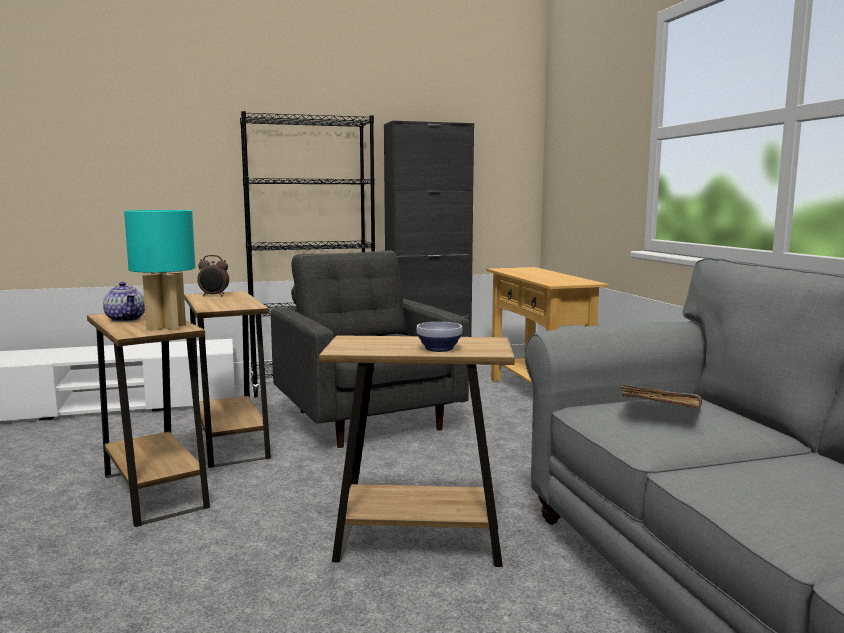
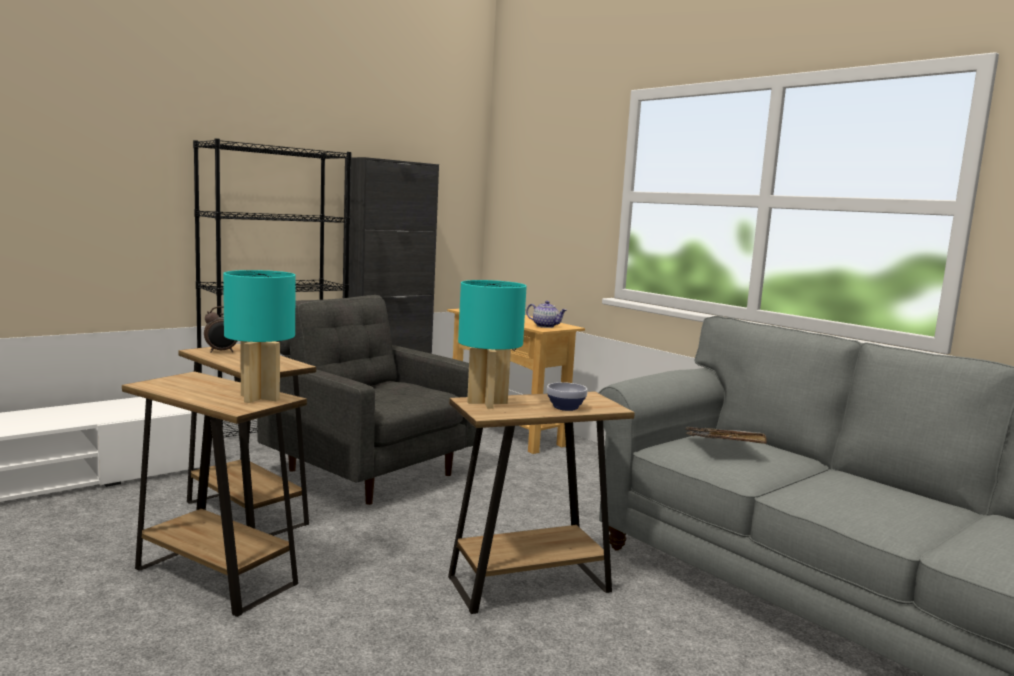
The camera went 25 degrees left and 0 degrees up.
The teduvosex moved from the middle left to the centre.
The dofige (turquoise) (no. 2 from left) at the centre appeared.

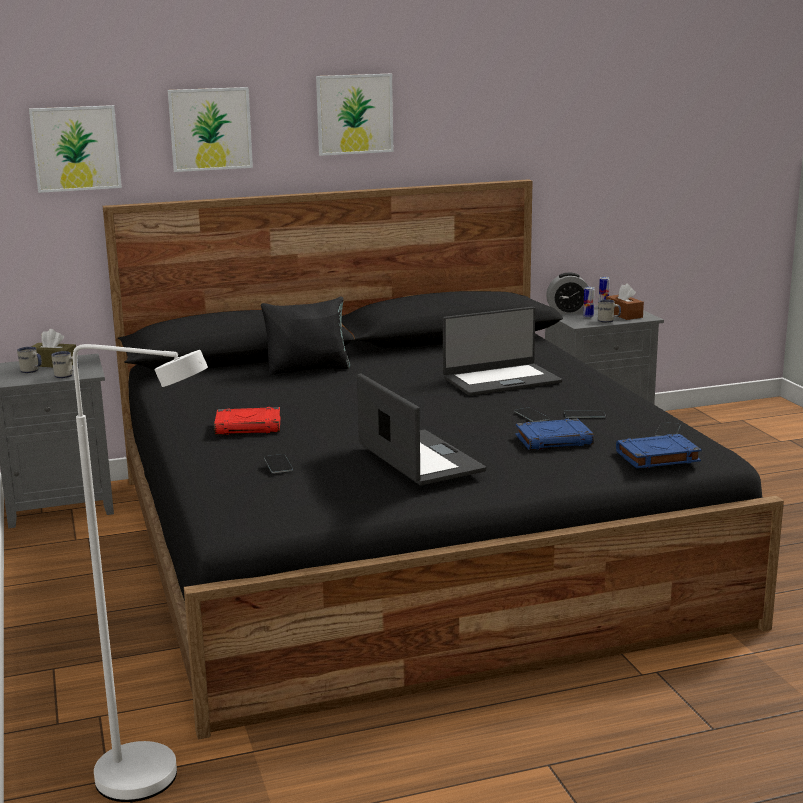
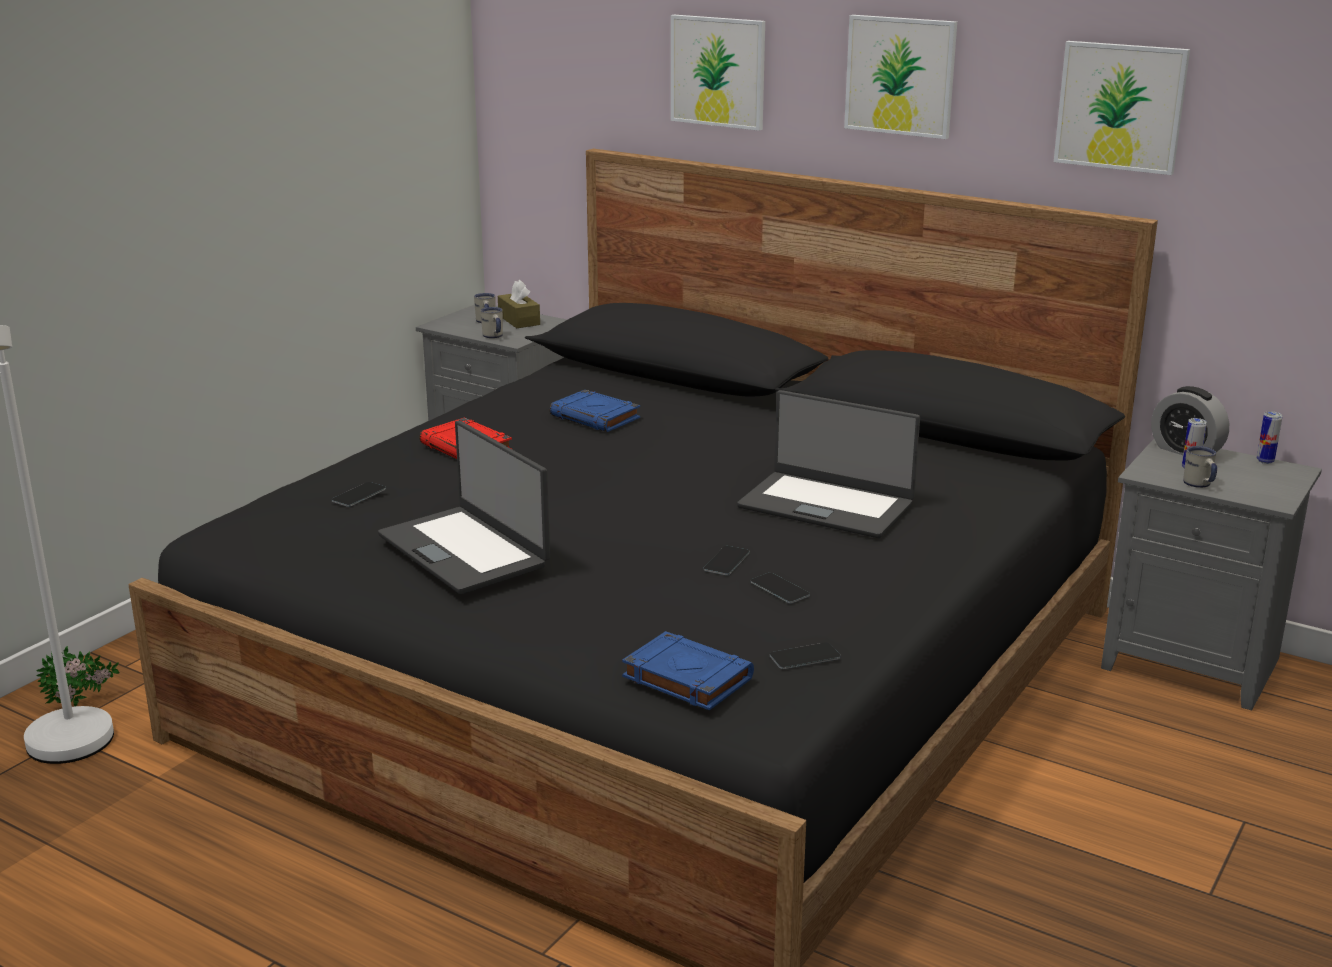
The camera went 50 degrees right and 5 degrees up.
The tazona (no. 1 from left in the first image) moved from the top left to the top right.
The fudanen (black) at the centre disappeared.
The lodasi (no. 1 from left) at the centre turned 120 degrees clockwise.
The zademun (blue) (no. 1 from left) moved from the middle right to the centre.
The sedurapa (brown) (no. 2 from left) at the middle right disappeared.
The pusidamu at the bottom left appeared.

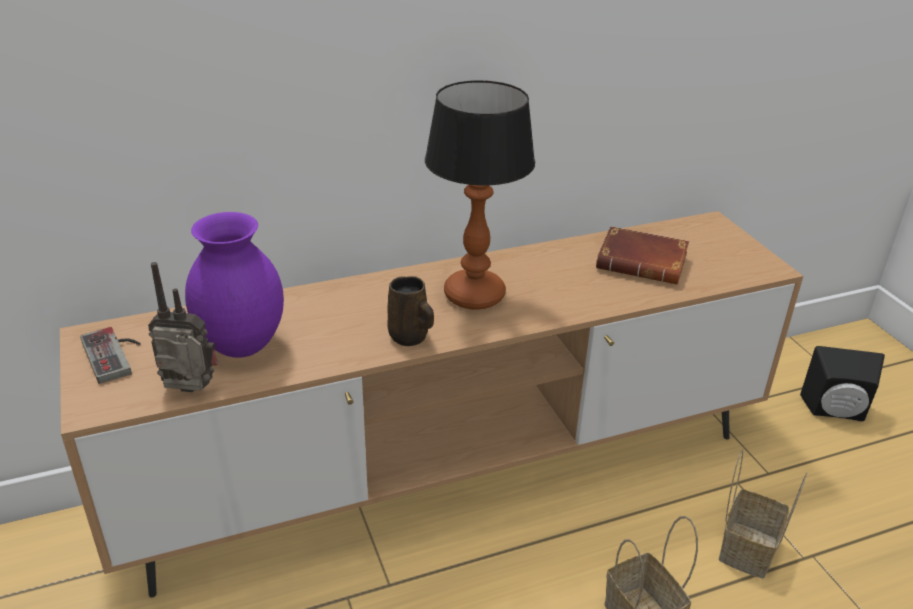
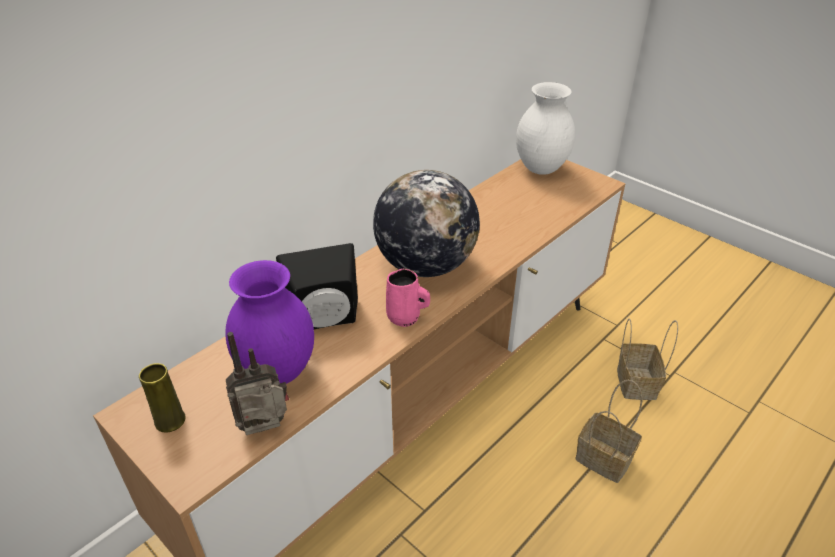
The camera went 25 degrees left and 5 degrees up.
The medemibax at the middle left was replaced by the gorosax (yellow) at the bottom left.
The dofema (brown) at the centre became the dofema (pink) at the centre.
The dofige at the top centre was replaced by the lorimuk at the centre.
The zademun (brown) at the middle right disappeared.
The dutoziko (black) moved from the middle right to the centre.
The gorosax (white) at the top centre appeared.

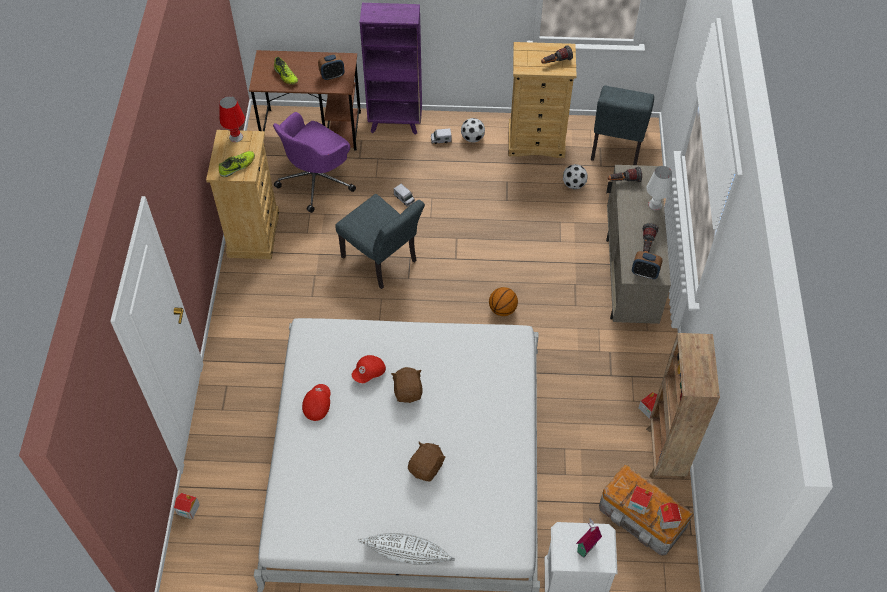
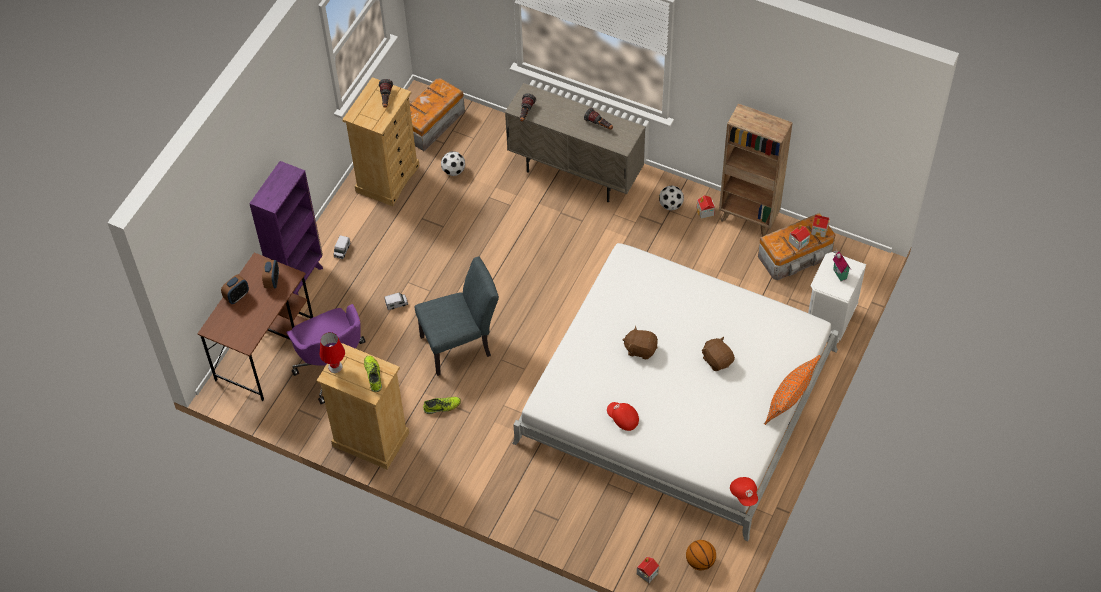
The camera went 65 degrees left and 0 degrees up.
The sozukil (no. 2 from left) moved from the top left to the bottom centre.
The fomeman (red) (no. 2 from left) moved from the centre to the bottom right.
The fudanen (white) at the bottom centre became the fudanen (orange) at the middle right.
The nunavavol (no. 1 from left in the first image) moved from the top centre to the centre.
The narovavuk moved from the centre to the bottom centre.
The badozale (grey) (no. 2 from left) at the top right was replaced by the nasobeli (no. 1 from left) at the top centre.
The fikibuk (no. 2 from left in the first image) moved from the middle right to the middle left.
The dofige (white) at the top right disappeared.

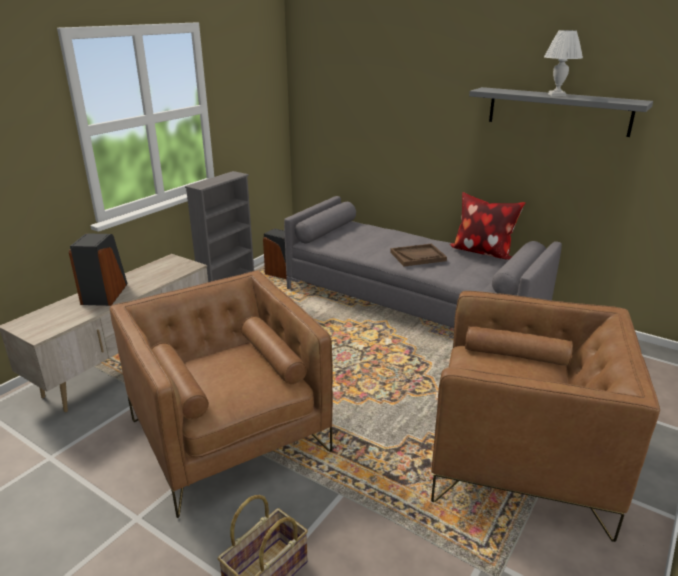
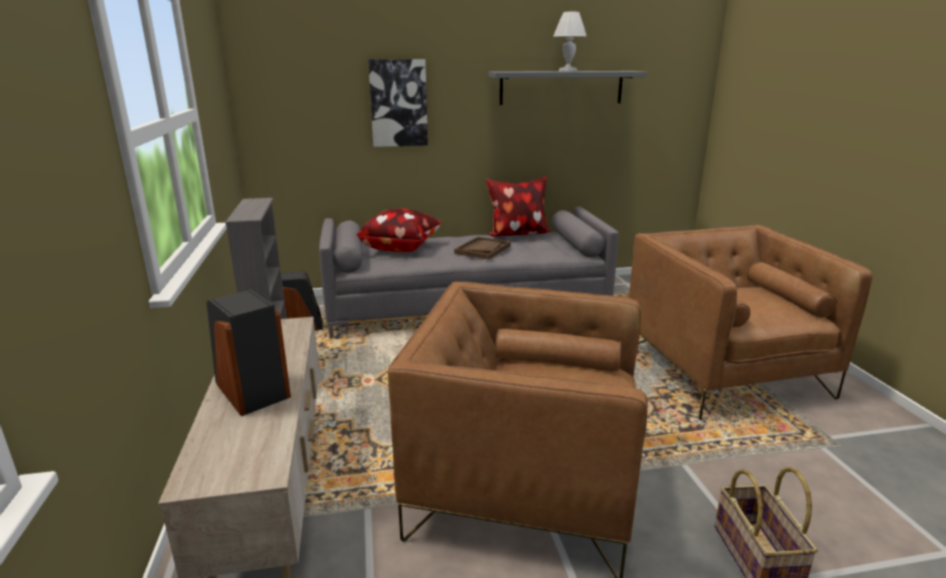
The camera went 45 degrees left and 5 degrees down.
The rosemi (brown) (no. 2 from left) at the bottom right turned 75 degrees counterclockwise.
The fudanen (no. 1 from left) at the centre appeared.
The tazona at the top centre appeared.

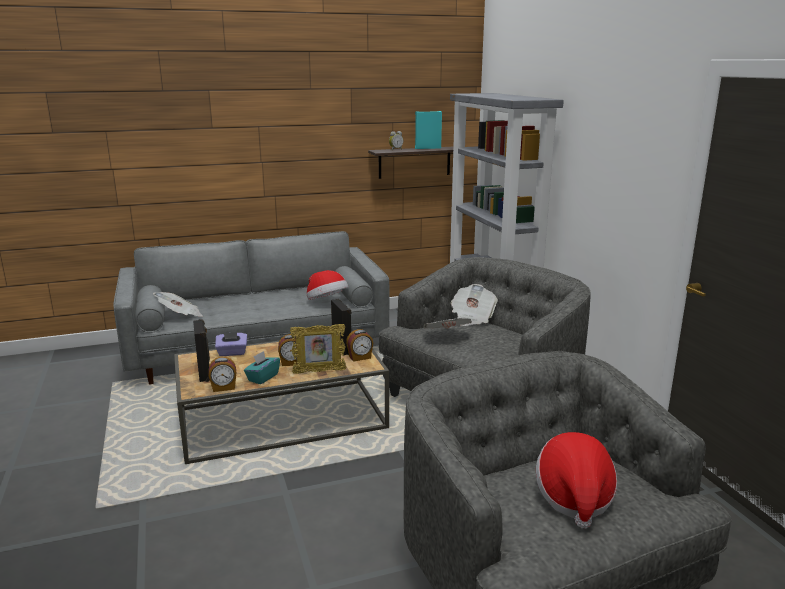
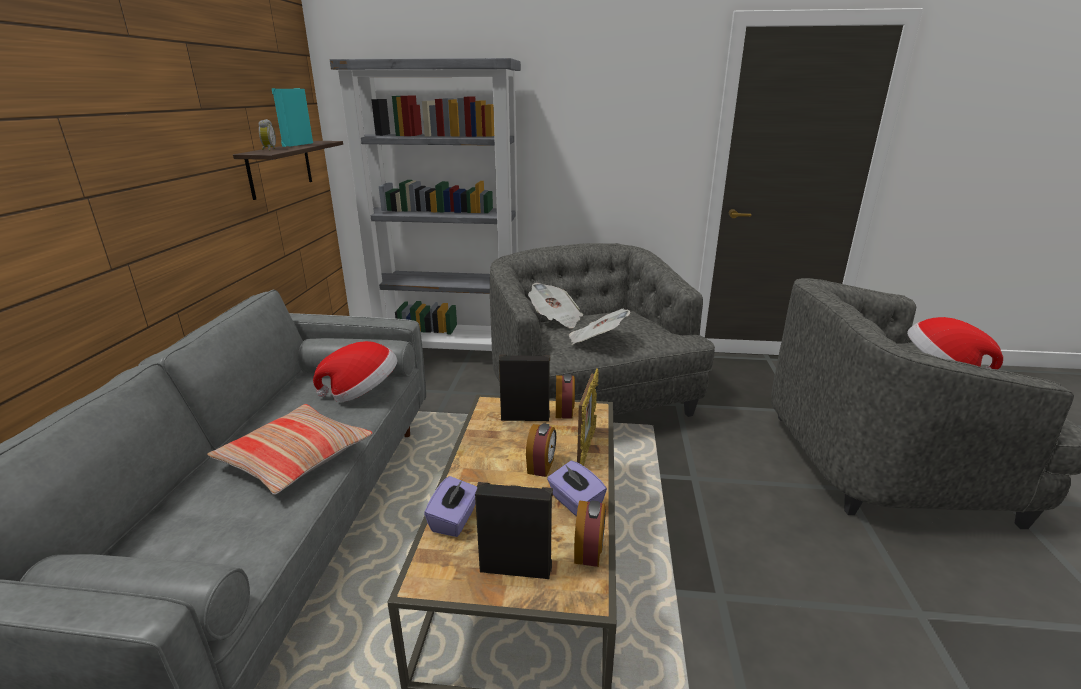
The camera went 65 degrees left and 5 degrees up.
The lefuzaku (no. 1 from left) at the middle left disappeared.
The sedurapa (turquoise) at the centre became the sedurapa (purple) (no. 2 from left) at the bottom centre.
The fudanen at the middle left appeared.

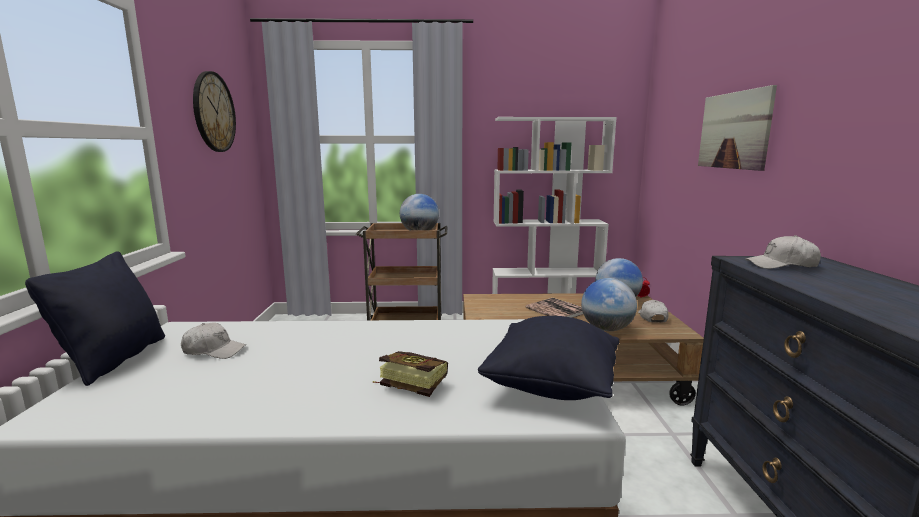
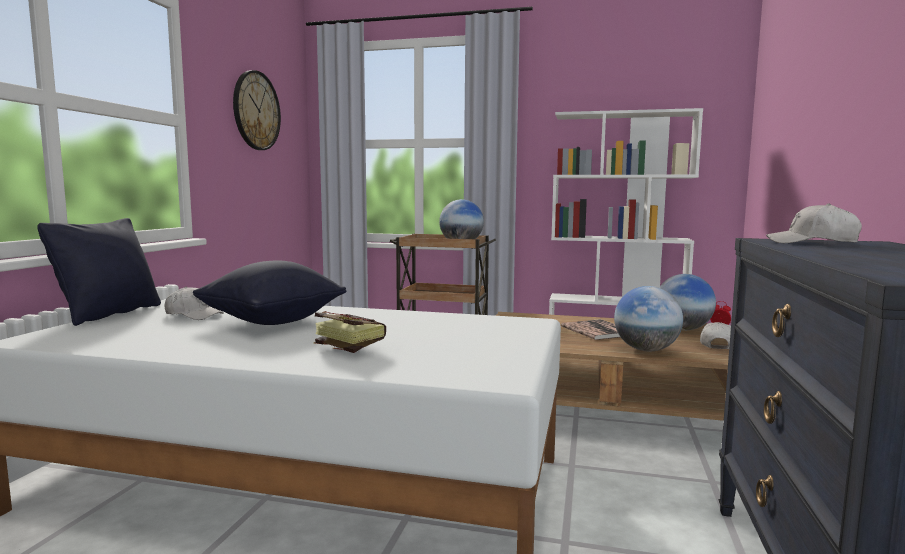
The camera went 15 degrees right and 5 degrees down.
The fudanen (black) (no. 2 from left) moved from the bottom centre to the middle left.
The tazona at the top right disappeared.

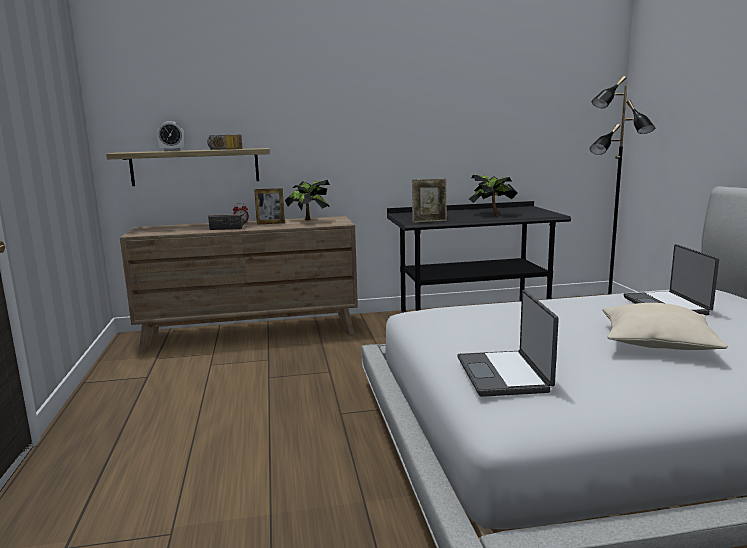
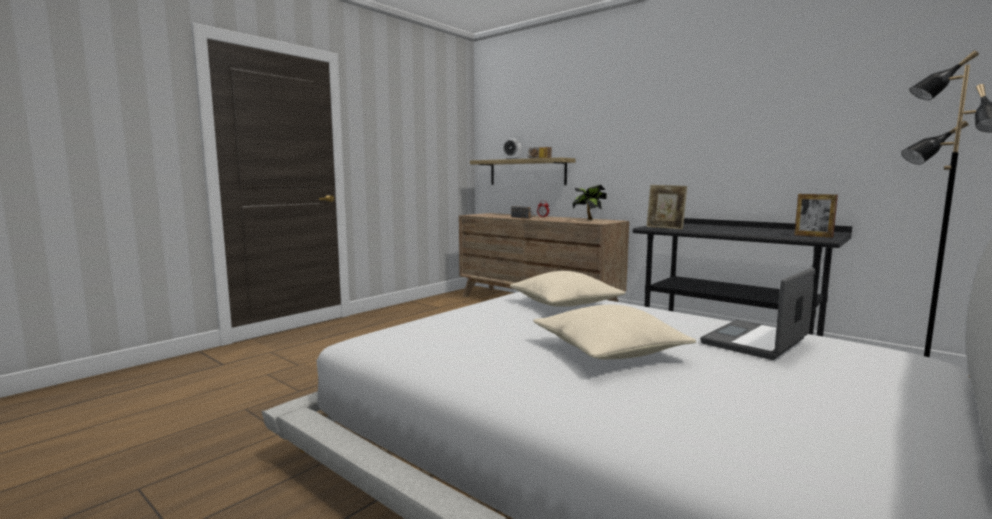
The camera went 50 degrees right and 5 degrees down.
The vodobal (no. 1 from left in the first image) moved from the centre to the middle right.
The lodasi (no. 1 from left) at the middle right disappeared.
The pusidamu (no. 2 from left) at the centre disappeared.
The fudanen (beige) (no. 1 from left) at the centre appeared.

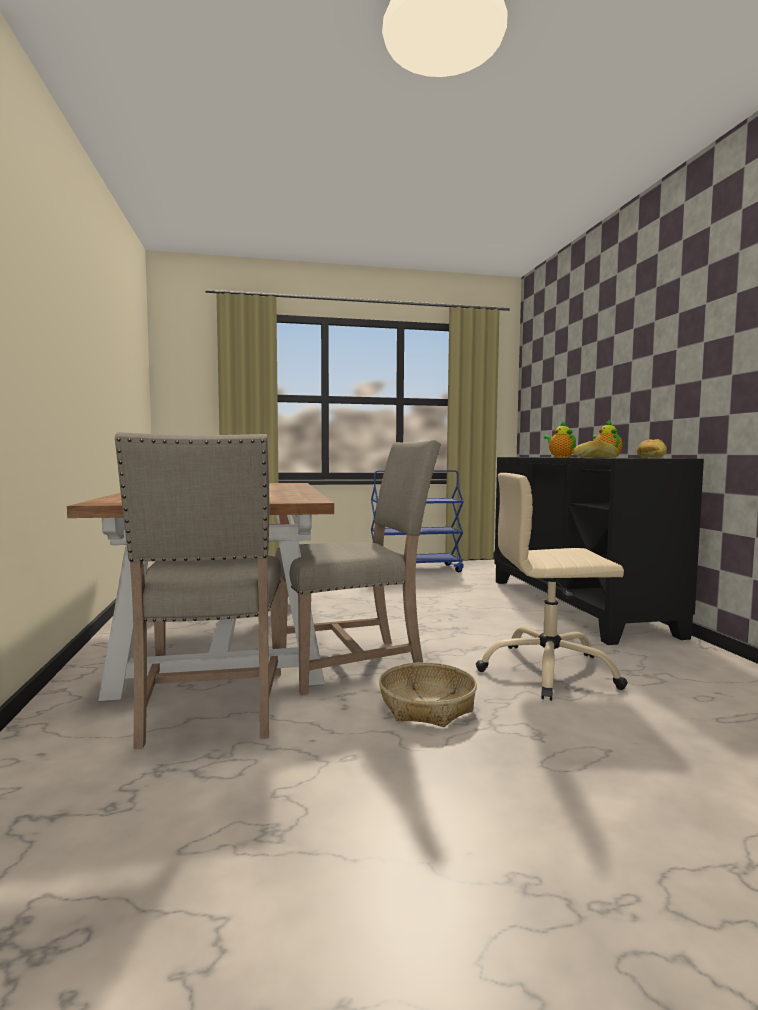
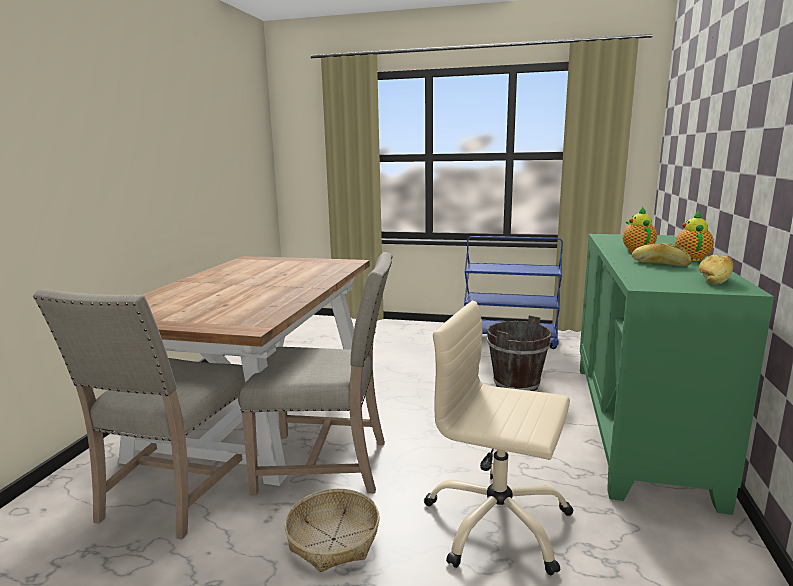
The camera went 25 degrees right and 10 degrees up.
The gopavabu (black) at the middle right became the gopavabu (green) at the middle right.
The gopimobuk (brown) at the centre appeared.

